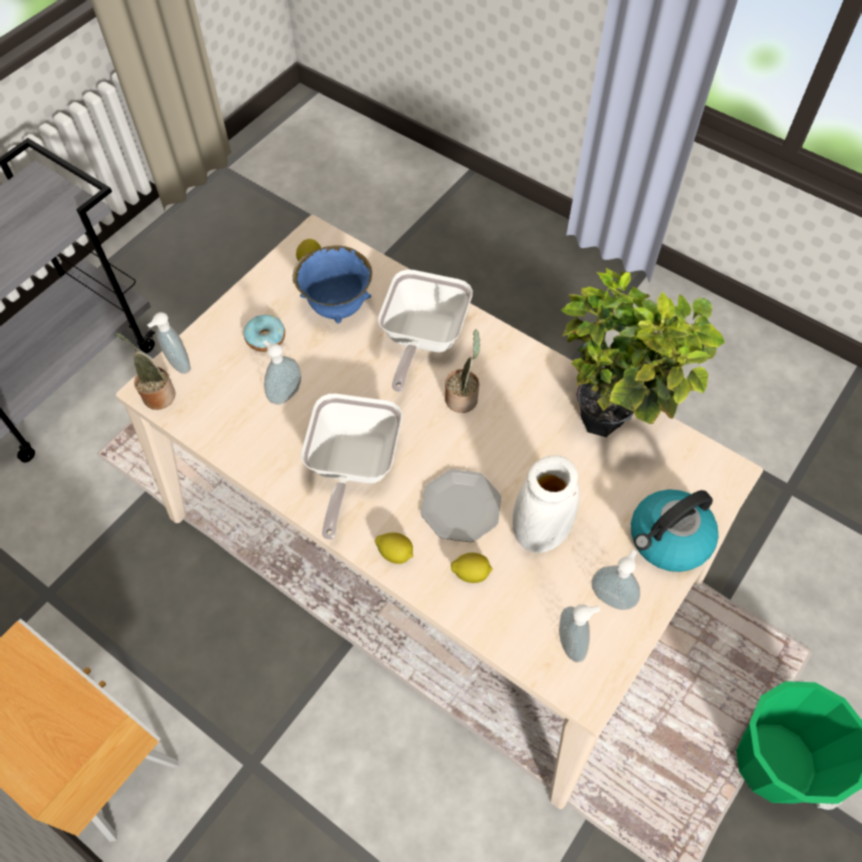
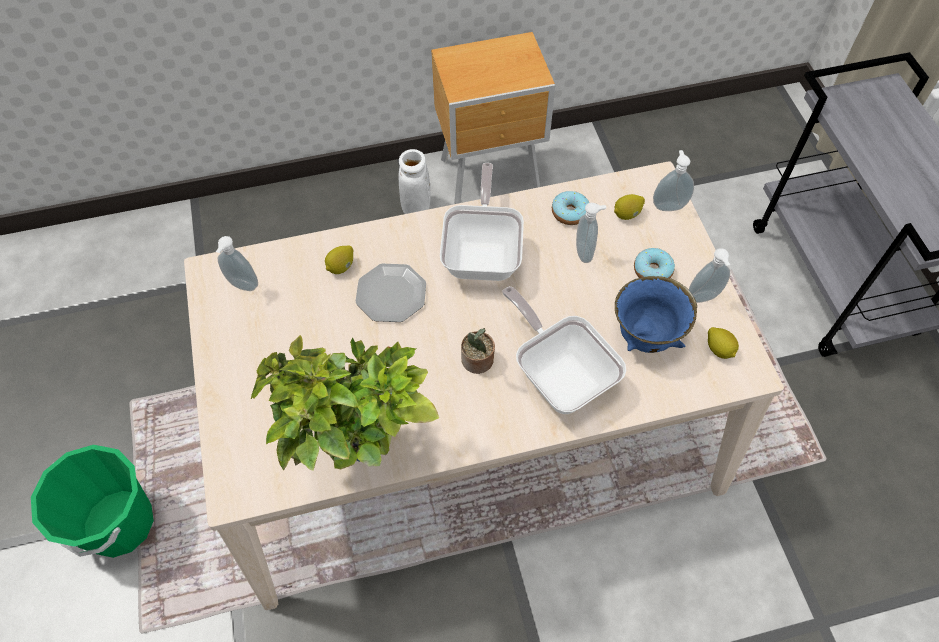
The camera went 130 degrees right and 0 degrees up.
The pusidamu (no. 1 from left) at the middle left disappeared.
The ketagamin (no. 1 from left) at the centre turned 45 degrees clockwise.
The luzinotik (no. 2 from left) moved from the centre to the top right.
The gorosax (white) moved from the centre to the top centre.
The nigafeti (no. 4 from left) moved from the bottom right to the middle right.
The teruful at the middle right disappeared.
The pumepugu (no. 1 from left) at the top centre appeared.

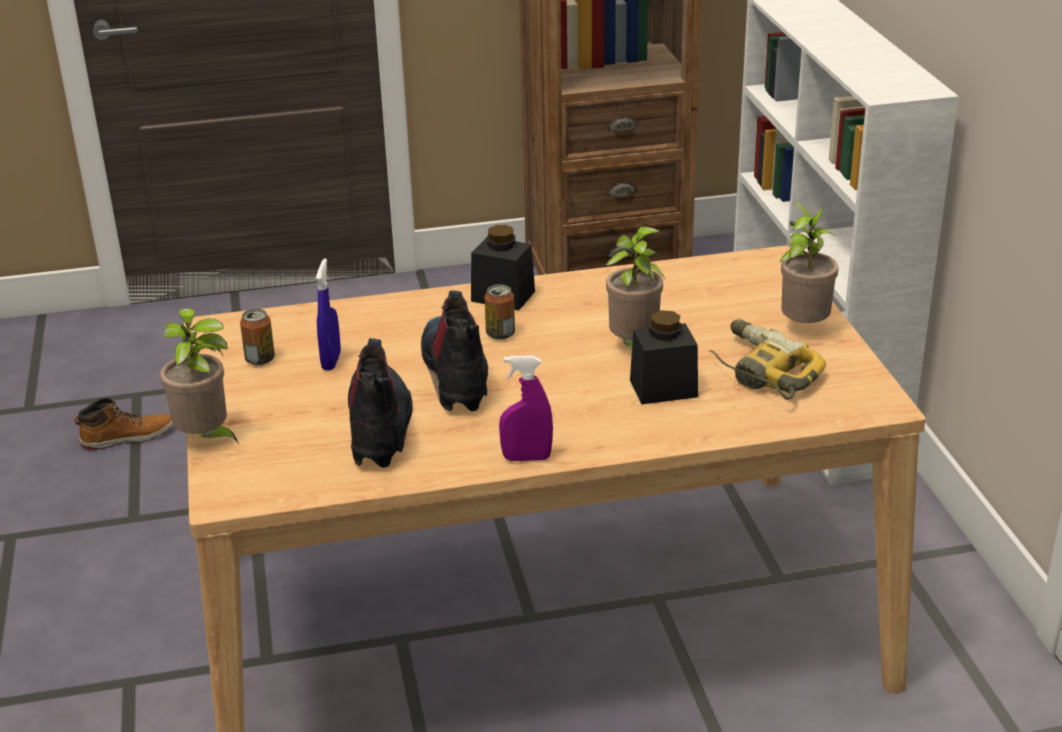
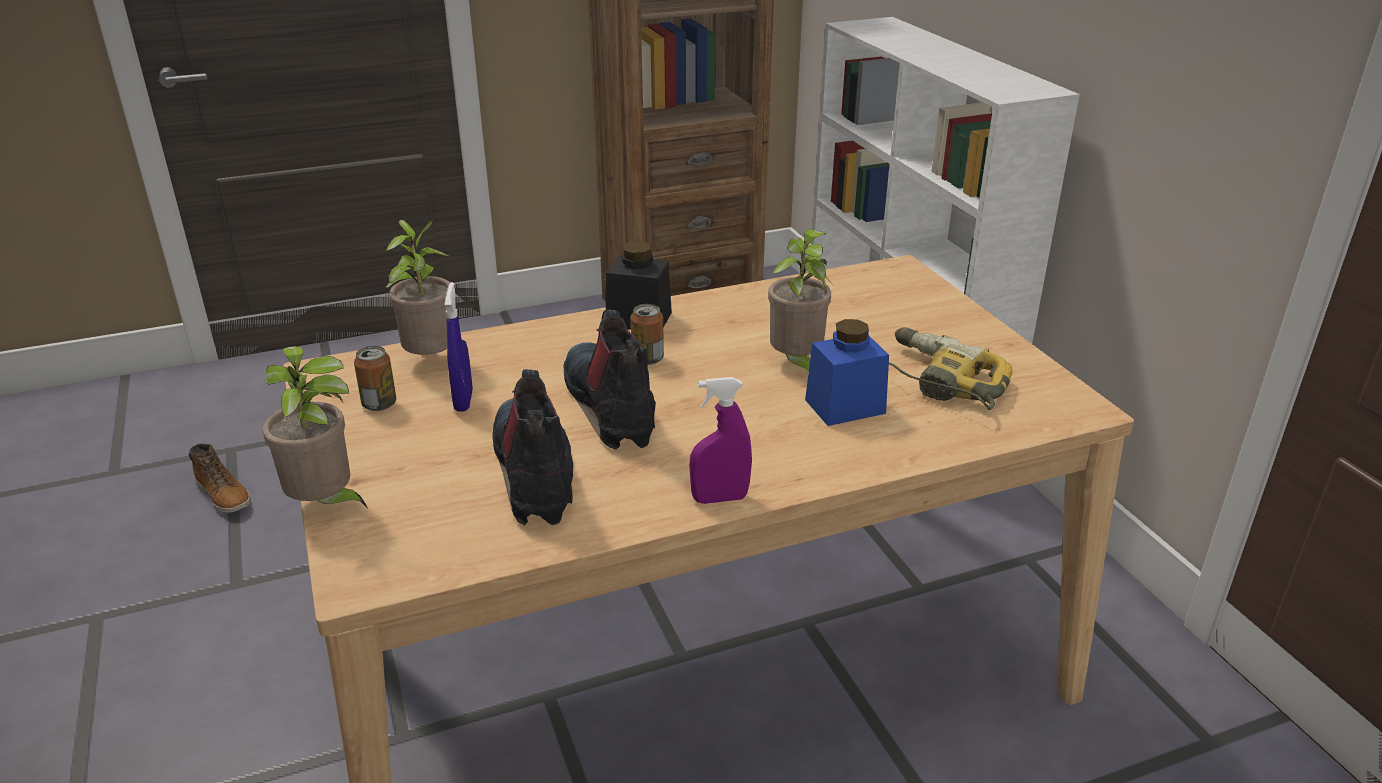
The camera went 10 degrees left and 0 degrees up.
The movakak (no. 1 from left) at the middle left turned 75 degrees clockwise.
The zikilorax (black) (no. 2 from left) at the centre became the zikilorax (blue) at the centre.
The pusidamu (no. 3 from left in the first image) moved from the middle right to the middle left.

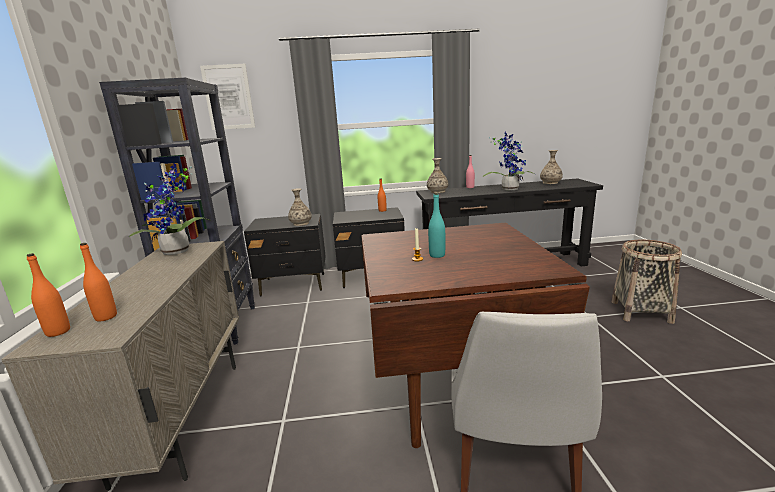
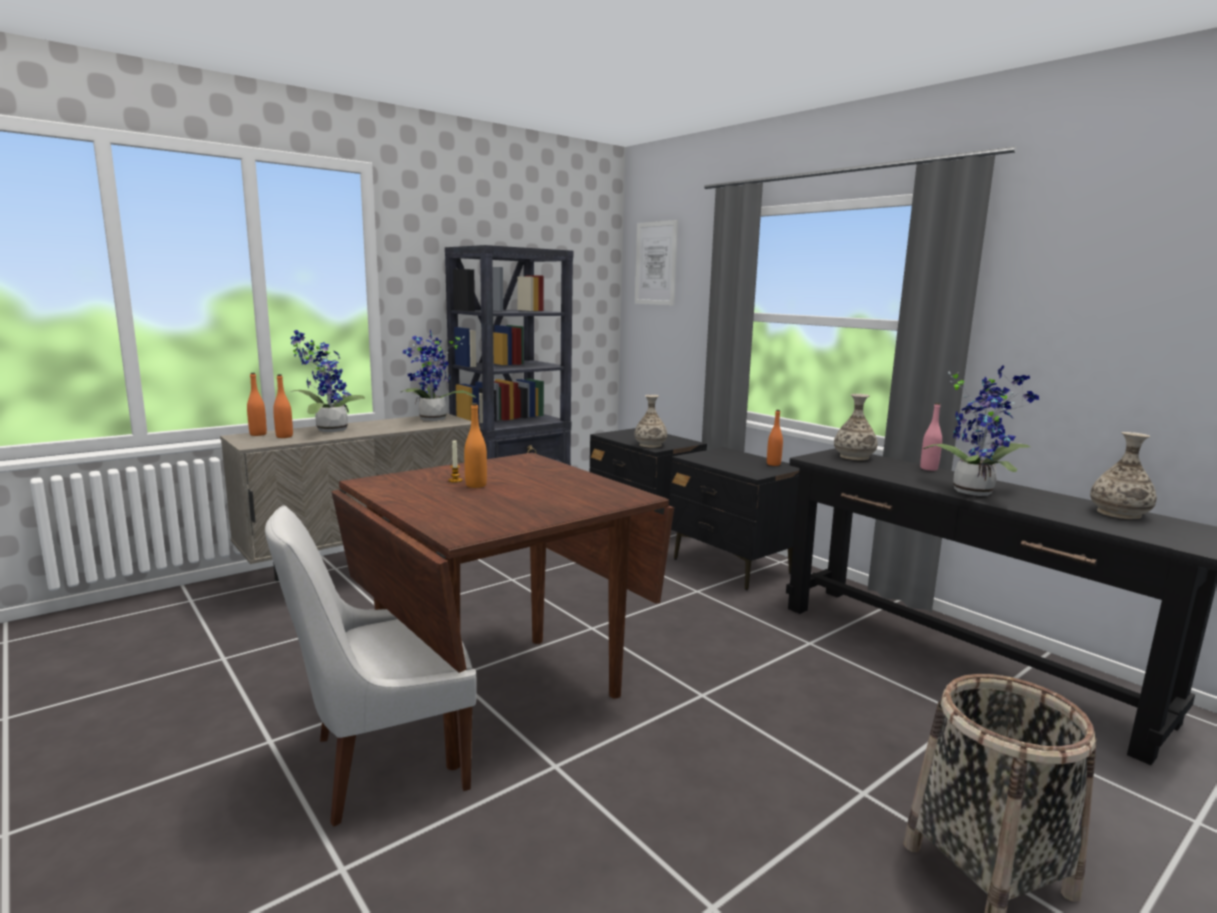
The camera went 55 degrees right and 5 degrees down.
The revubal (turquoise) at the centre became the revubal (orange) (no. 3 from left) at the centre.
The pusidamu (no. 1 from left) at the middle left appeared.

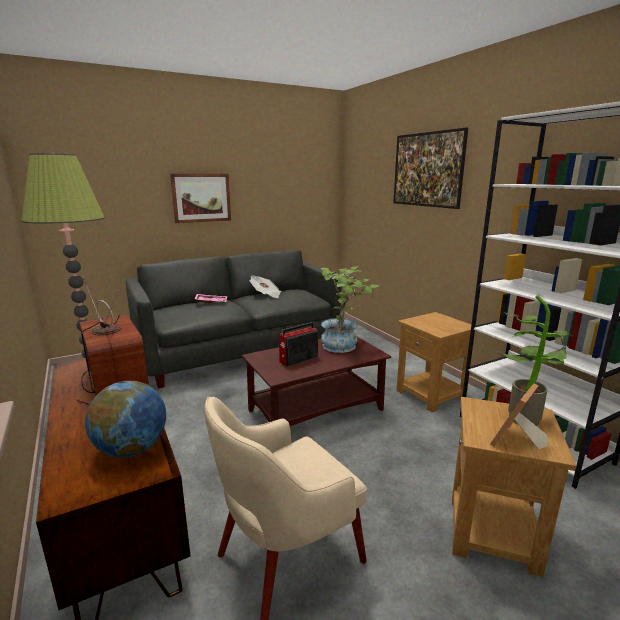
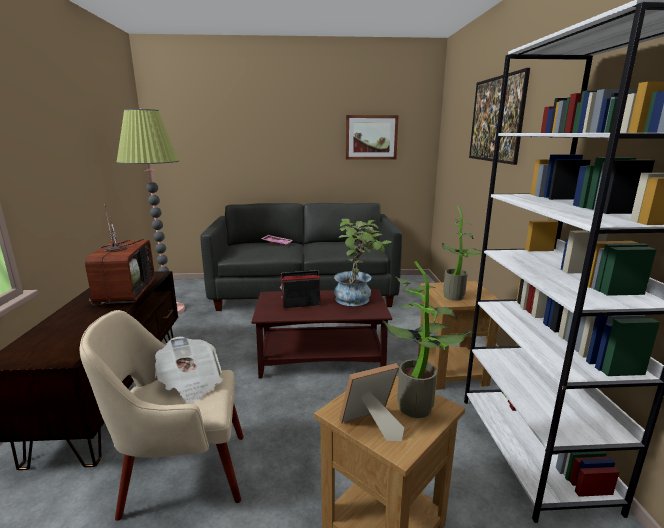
The camera went 25 degrees right and 0 degrees up.
The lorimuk at the bottom left disappeared.
The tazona (no. 1 from left) moved from the top left to the top centre.
The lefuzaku moved from the centre to the bottom left.
The pusidamu (no. 3 from left) at the middle right appeared.

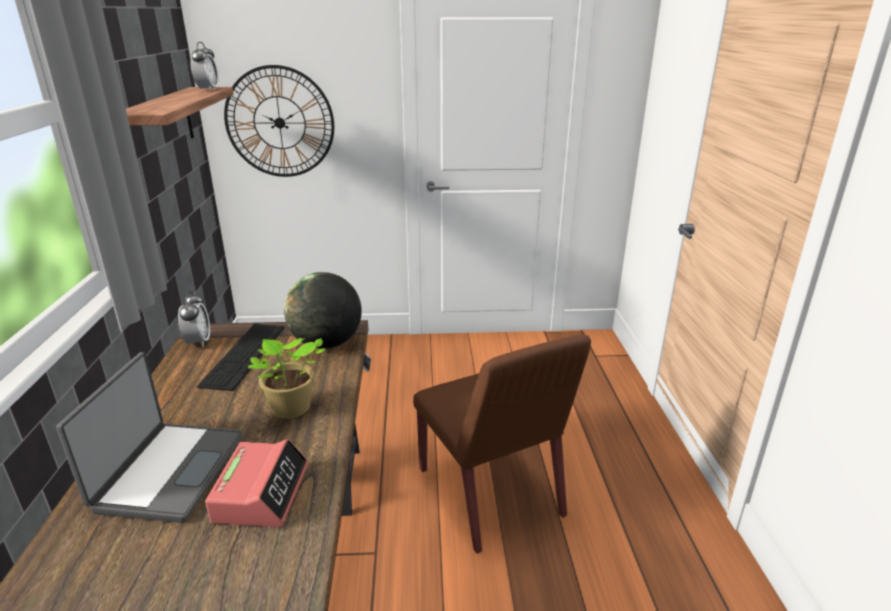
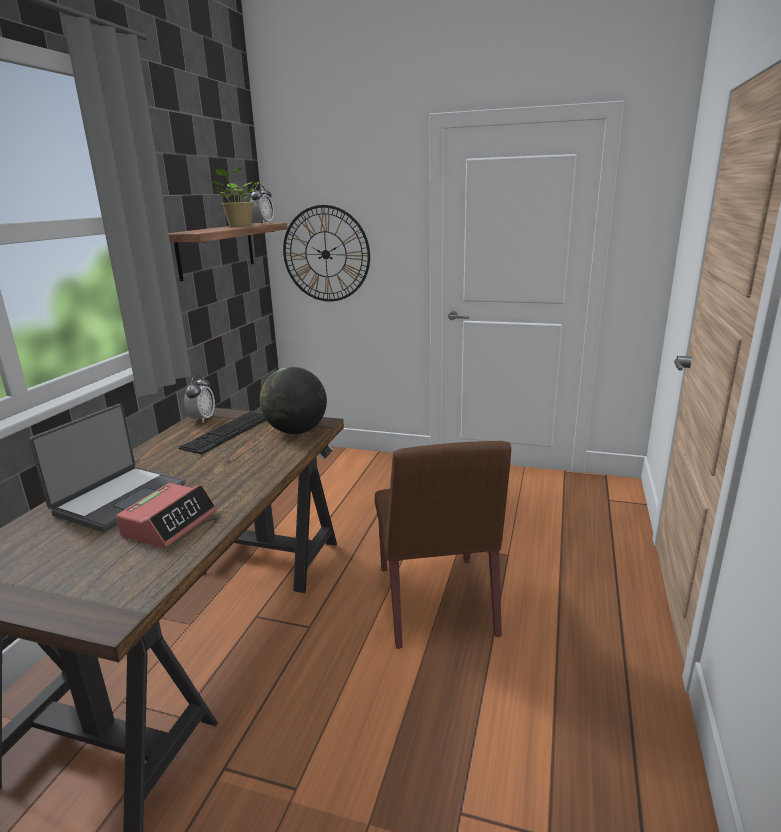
The camera went 20 degrees right and 5 degrees down.
The pusidamu moved from the middle left to the top left.

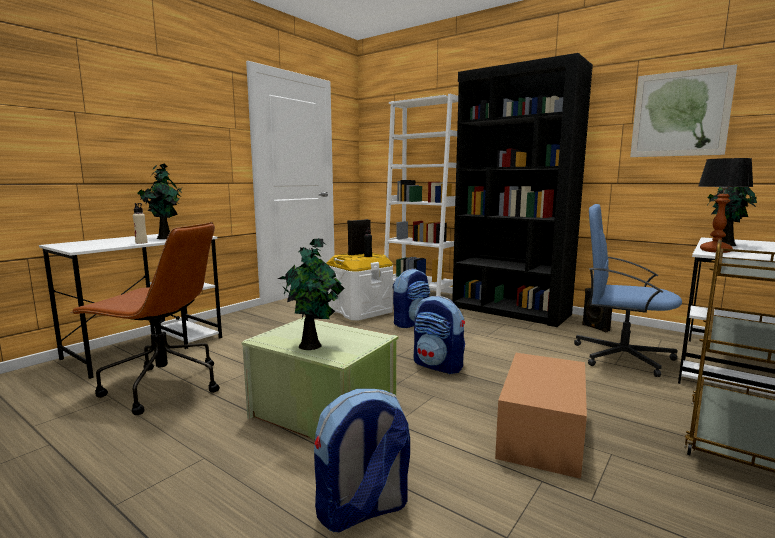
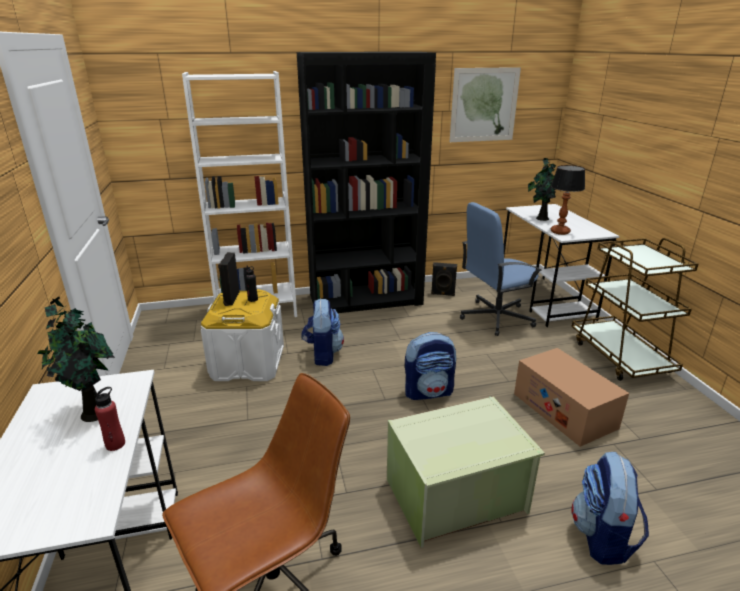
The camera went 50 degrees left and 15 degrees up.
The revubal (beige) at the middle left became the revubal (red) at the bottom left.
The pusidamu (no. 2 from left) at the centre disappeared.

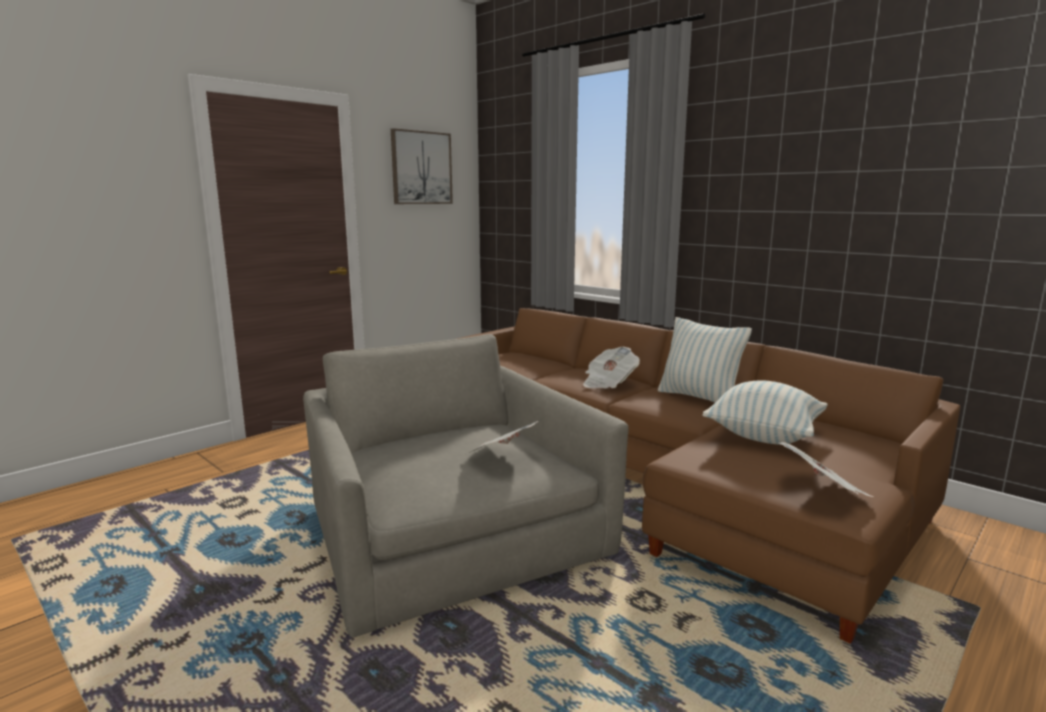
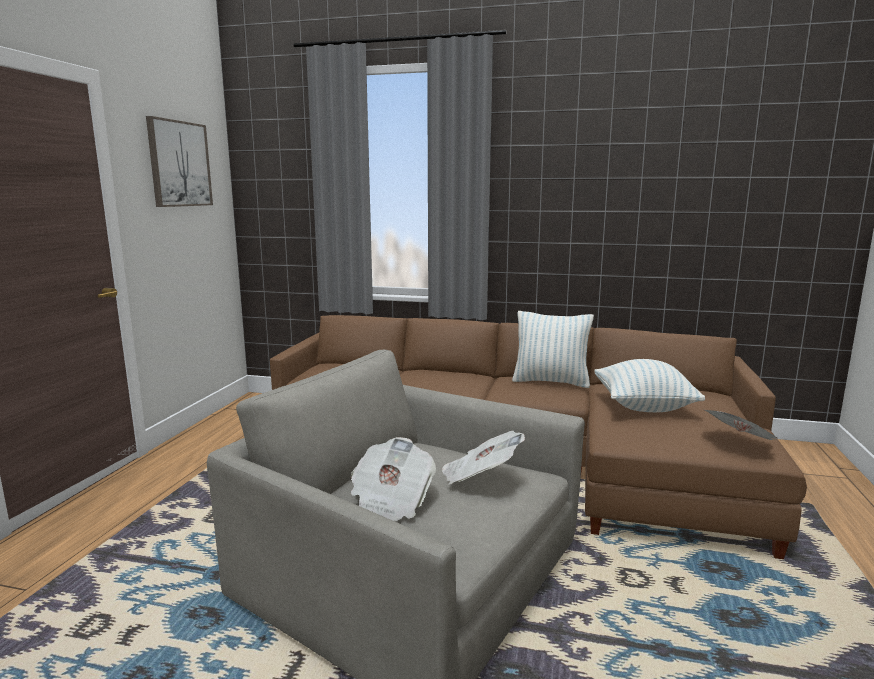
The camera went 30 degrees left and 0 degrees up.
The lefuzaku (no. 2 from left in the first image) moved from the centre to the bottom centre.

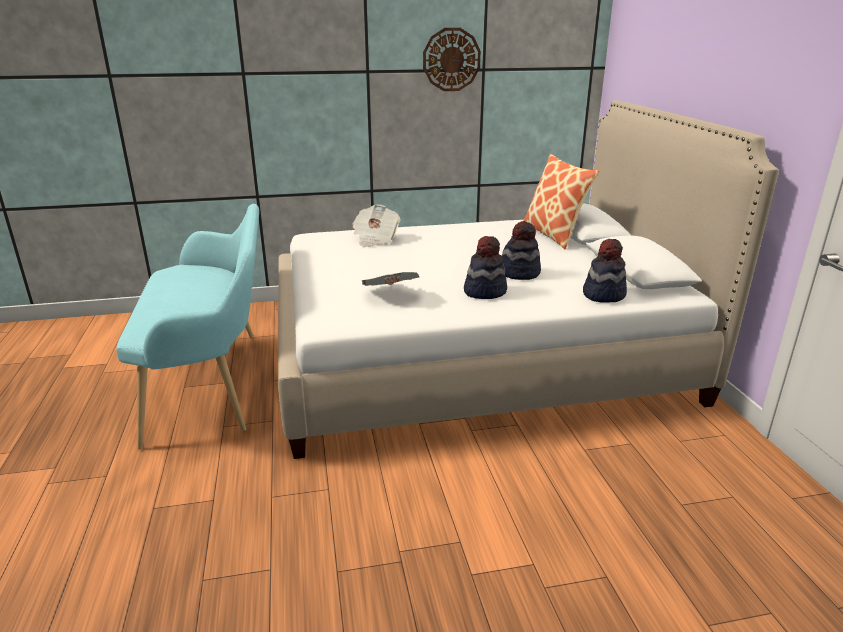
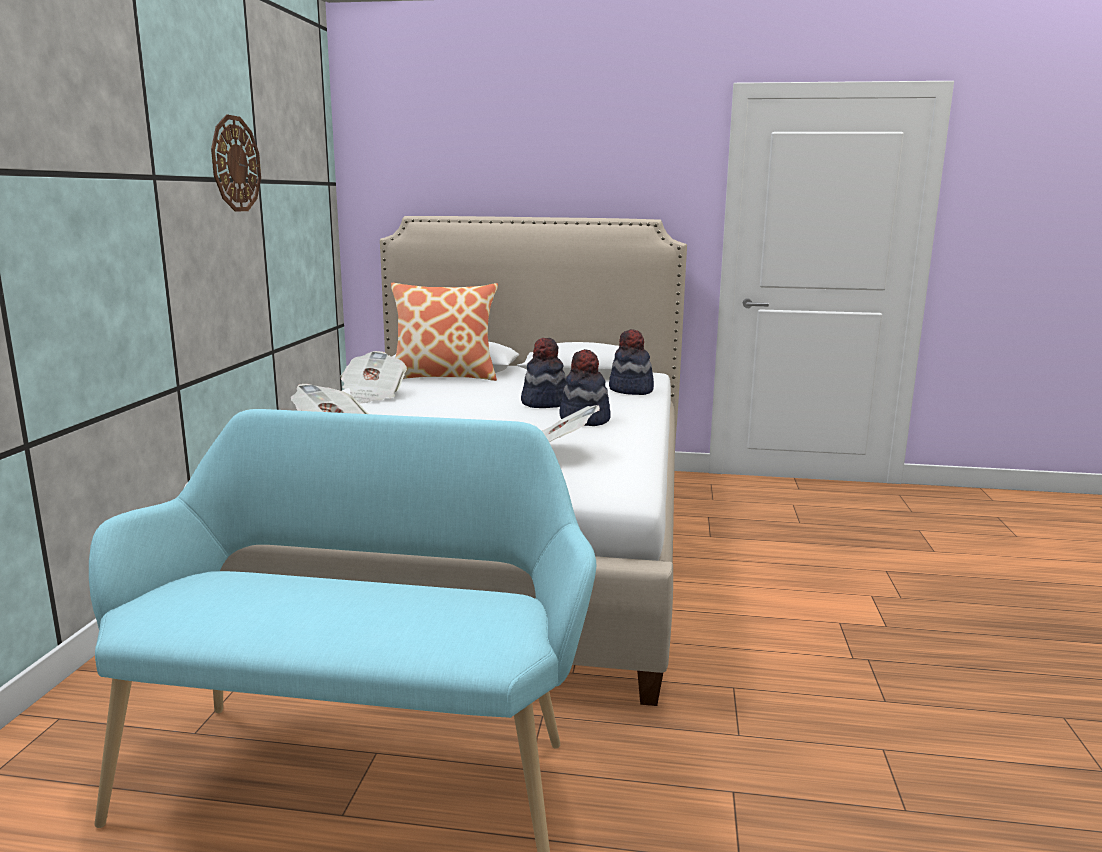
The camera went 70 degrees left and 10 degrees down.
The lefuzaku (no. 2 from left) at the centre appeared.

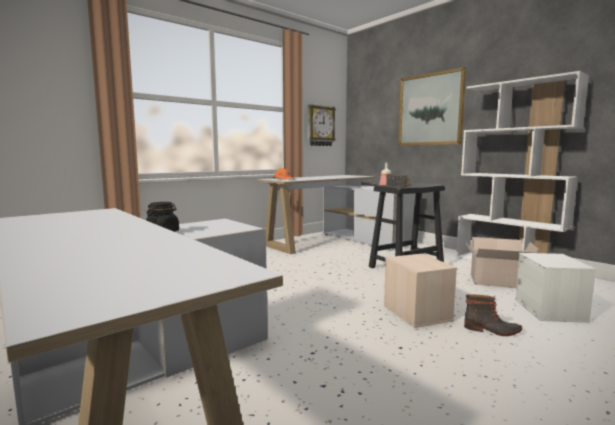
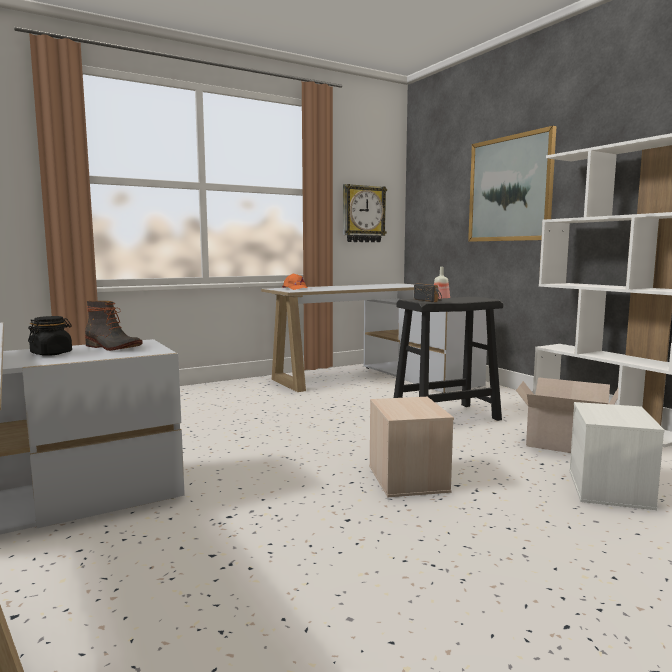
The camera went 10 degrees right and 0 degrees up.
The movakak moved from the bottom right to the middle left.

